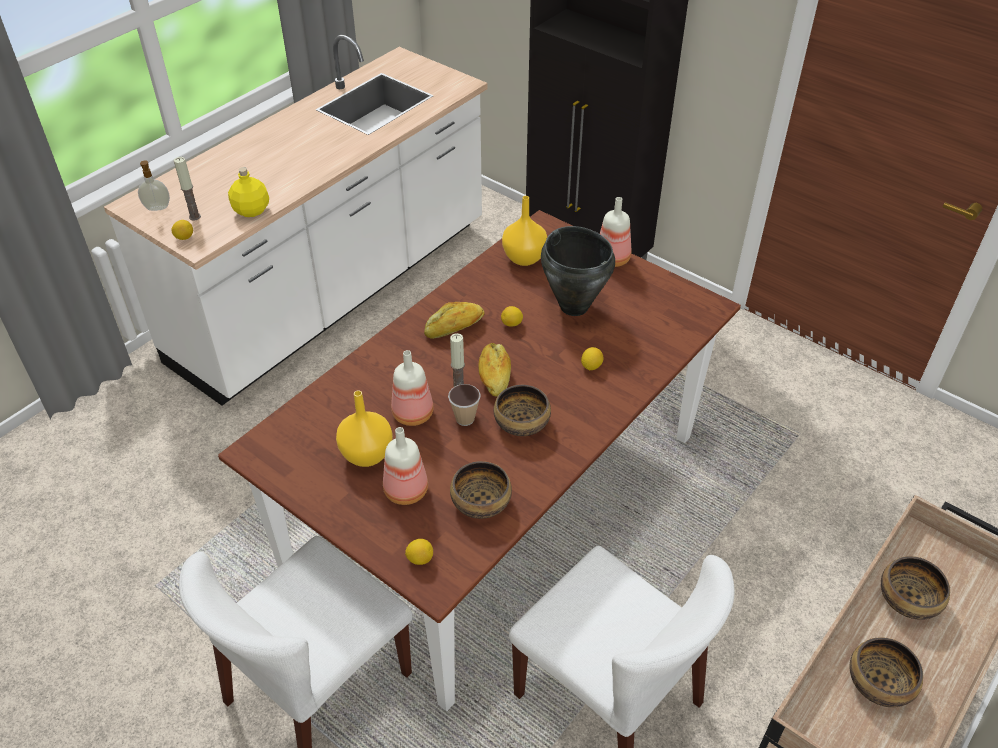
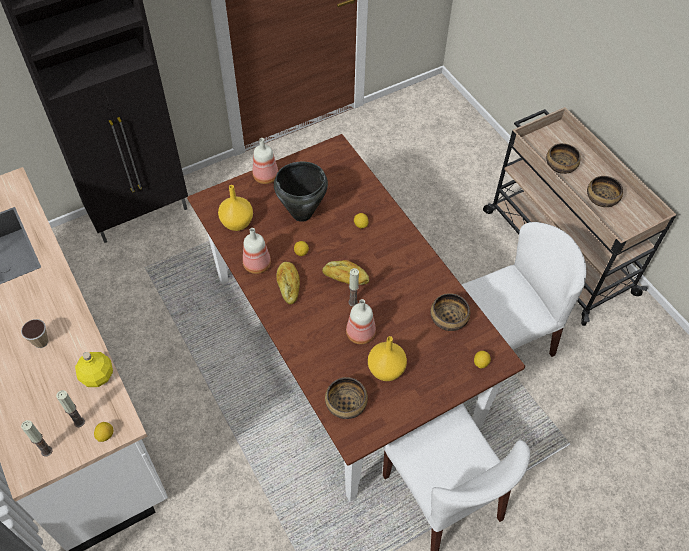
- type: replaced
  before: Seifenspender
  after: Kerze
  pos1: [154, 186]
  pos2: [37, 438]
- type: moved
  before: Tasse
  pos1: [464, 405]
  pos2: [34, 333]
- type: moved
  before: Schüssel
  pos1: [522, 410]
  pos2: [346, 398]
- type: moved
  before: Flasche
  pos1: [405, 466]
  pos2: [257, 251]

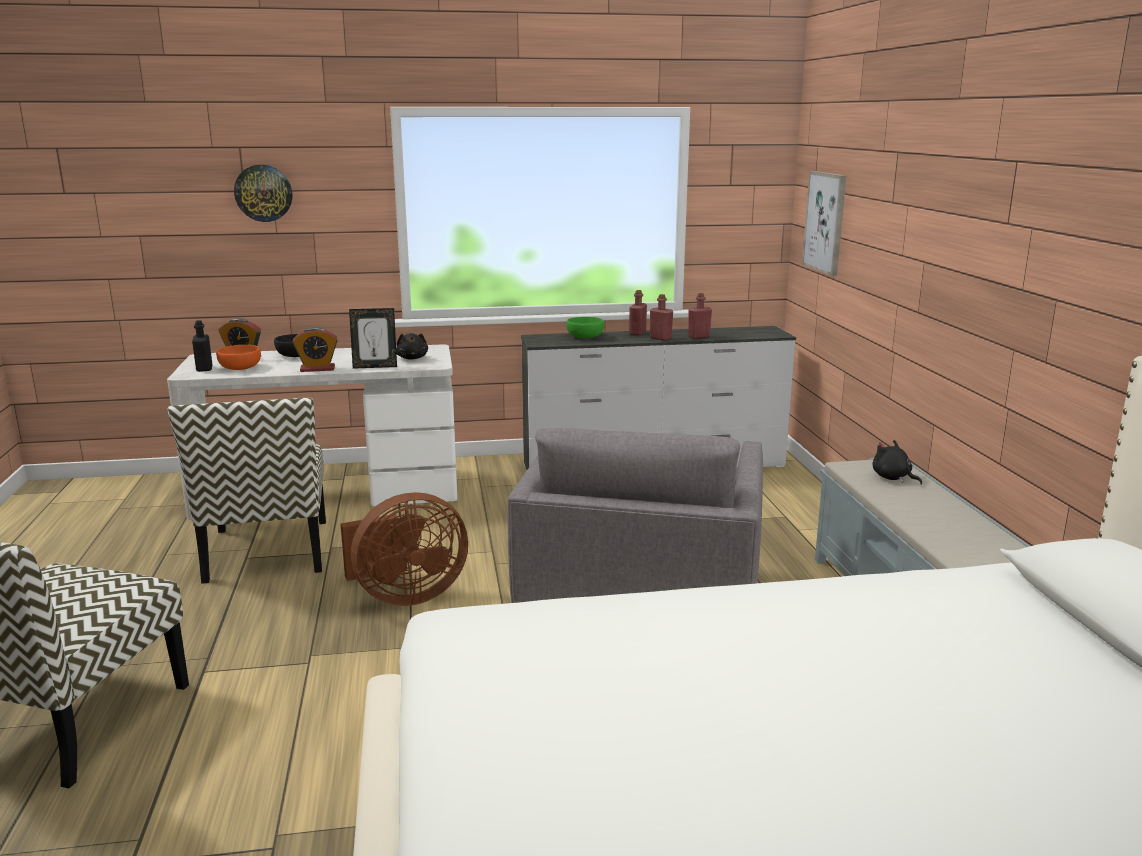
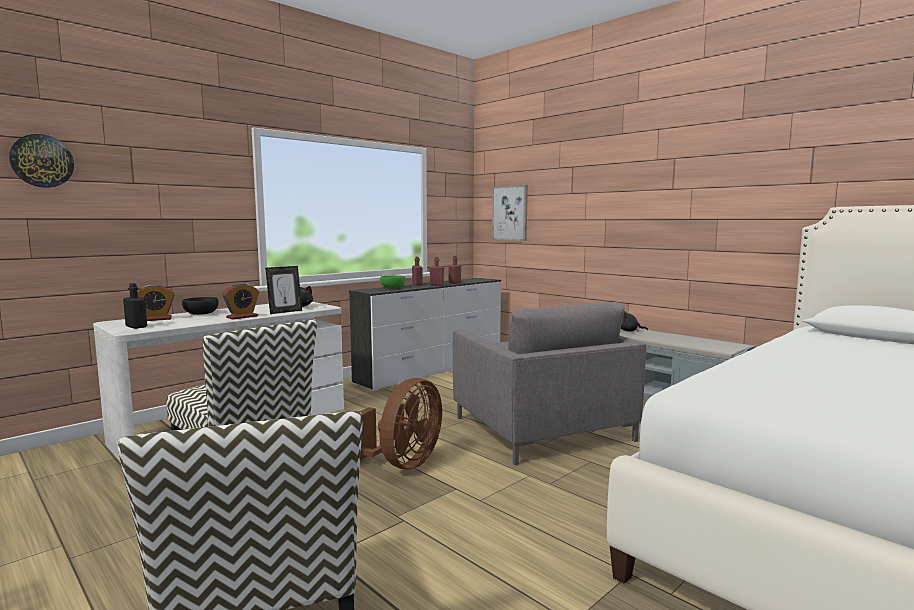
- type: moved
  before: Wanduhr
  pos1: [263, 193]
  pos2: [41, 161]
- type: removed
  before: Schüssel (orange)
  pos1: [238, 357]

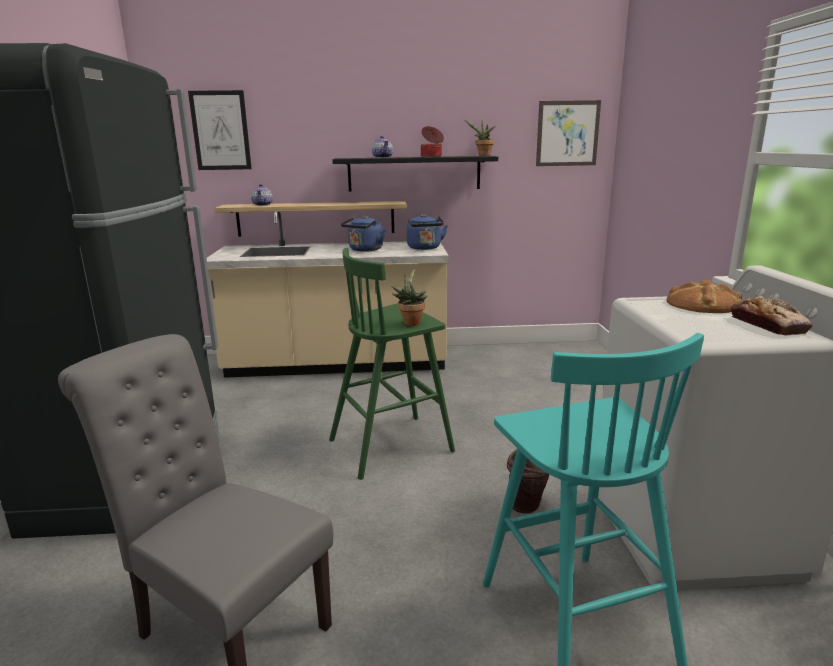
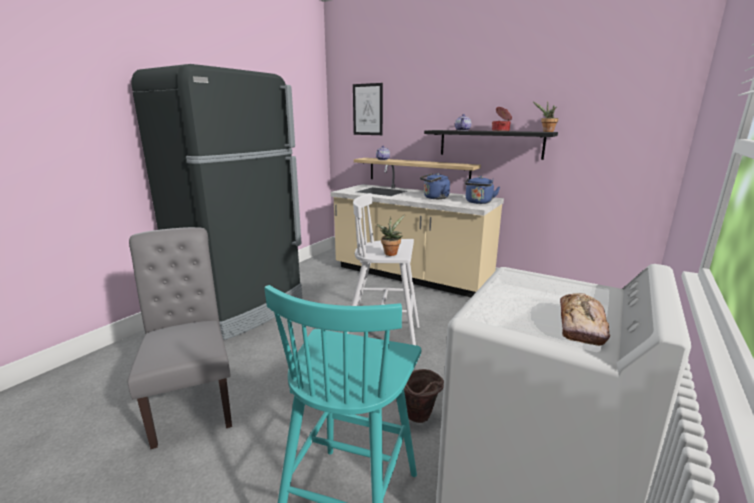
- type: removed
  before: Bild
  pos1: [568, 133]
- type: recoloured
  before: Hocker (grün)
  after: Hocker (weiß)
  pos1: [392, 364]
  pos2: [383, 269]
- type: removed
  before: Brot
  pos1: [704, 296]

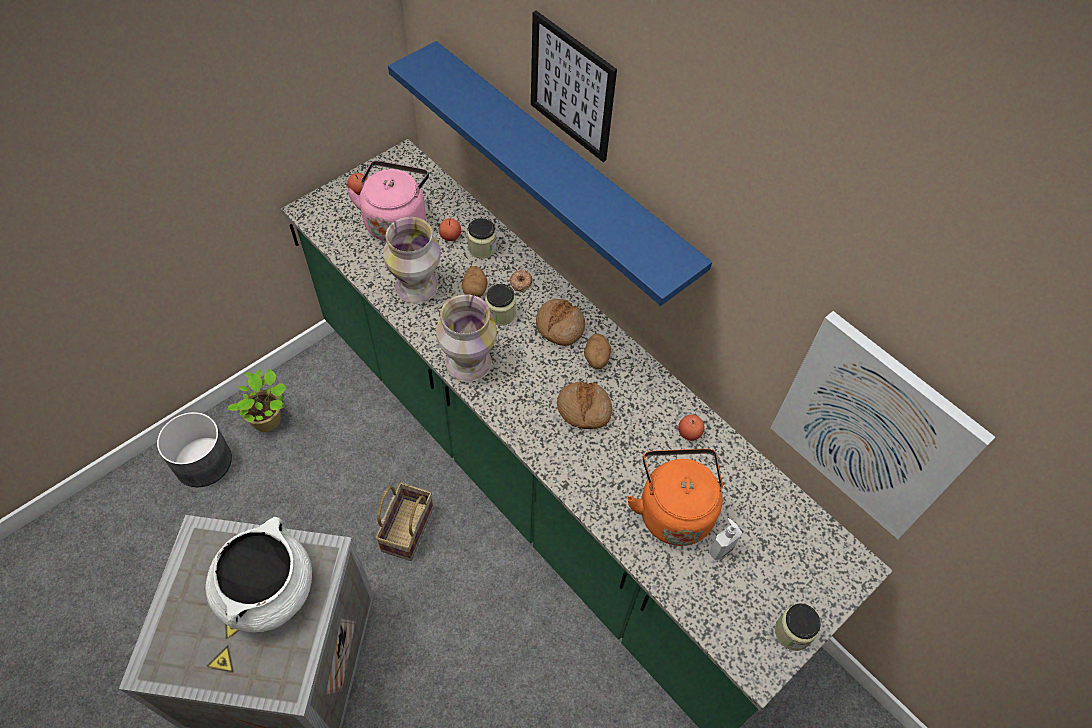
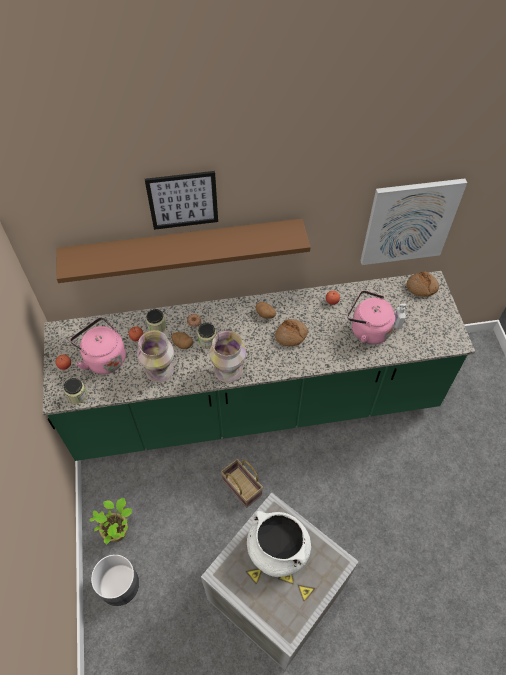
- type: recoloured
  before: Wandregal (blau)
  after: Wandregal (braun)
  pos1: [550, 173]
  pos2: [183, 251]
- type: moved
  before: Brot
  pos1: [560, 322]
  pos2: [422, 284]
- type: recoloured
  before: Wasserkessel (orange)
  after: Wasserkessel (rosa)
  pos1: [675, 497]
  pos2: [371, 317]
- type: moved
  before: Vorratsglas
  pos1: [798, 627]
  pos2: [75, 391]

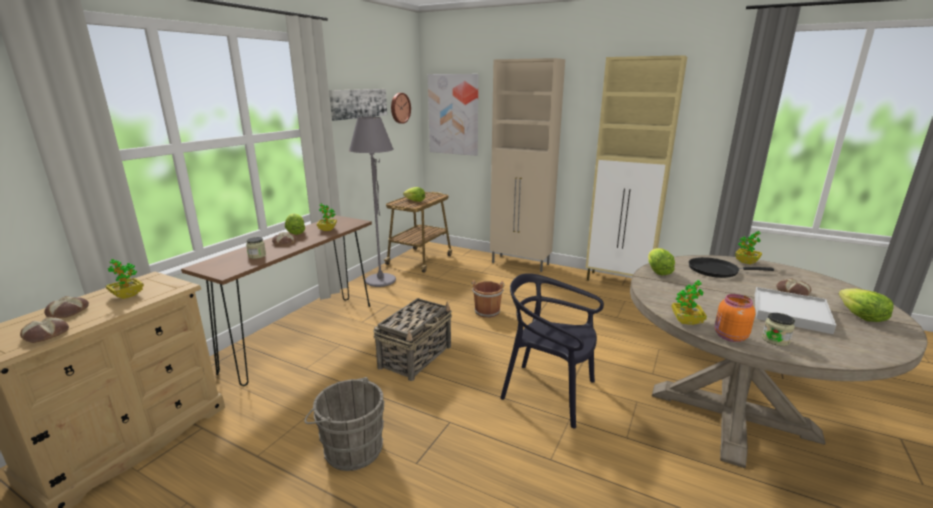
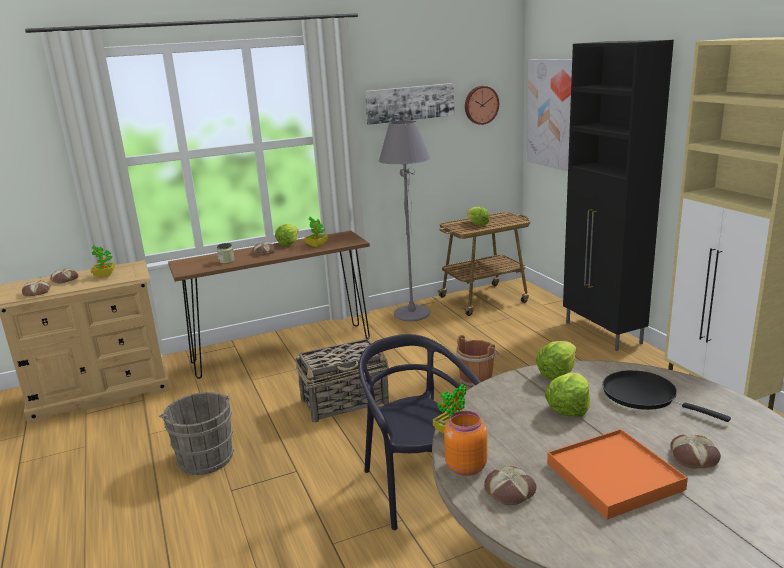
- type: recoloured
  before: Schrank (beige)
  after: Schrank (schwarz)
  pos1: [527, 165]
  pos2: [618, 195]
- type: removed
  before: Topfpflanze
  pos1: [748, 248]
- type: recoloured
  before: Tablett (weiß)
  after: Tablett (orange)
  pos1: [795, 310]
  pos2: [617, 474]
- type: moved
  before: Salatkopf
  pos1: [866, 305]
  pos2: [567, 395]
- type: replaced
  before: Vorratsglas
  after: Brot
  pos1: [778, 329]
  pos2: [510, 485]

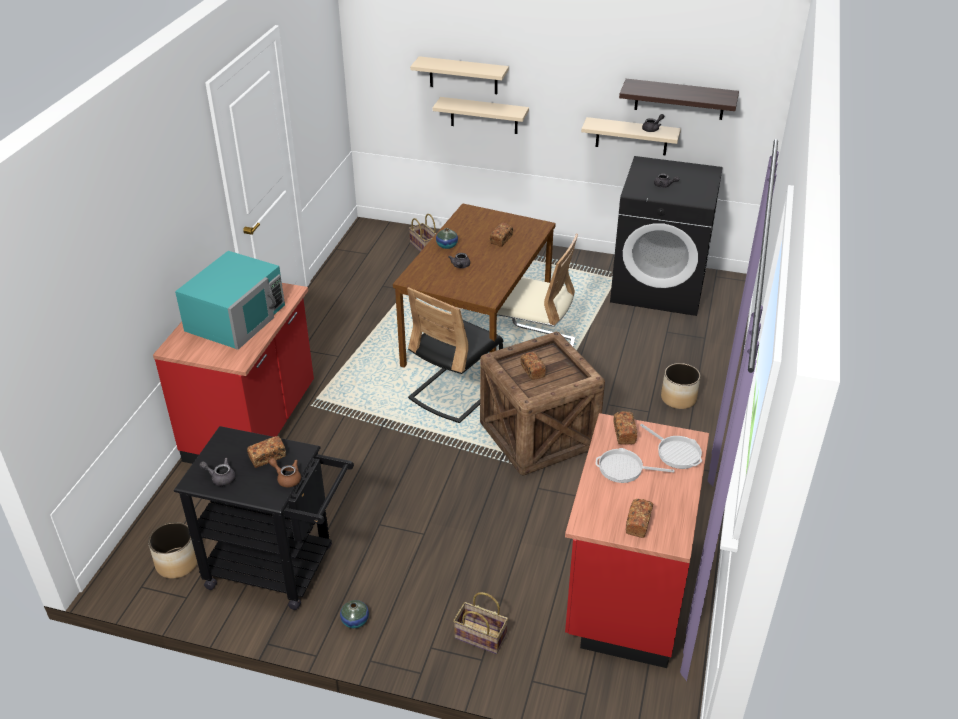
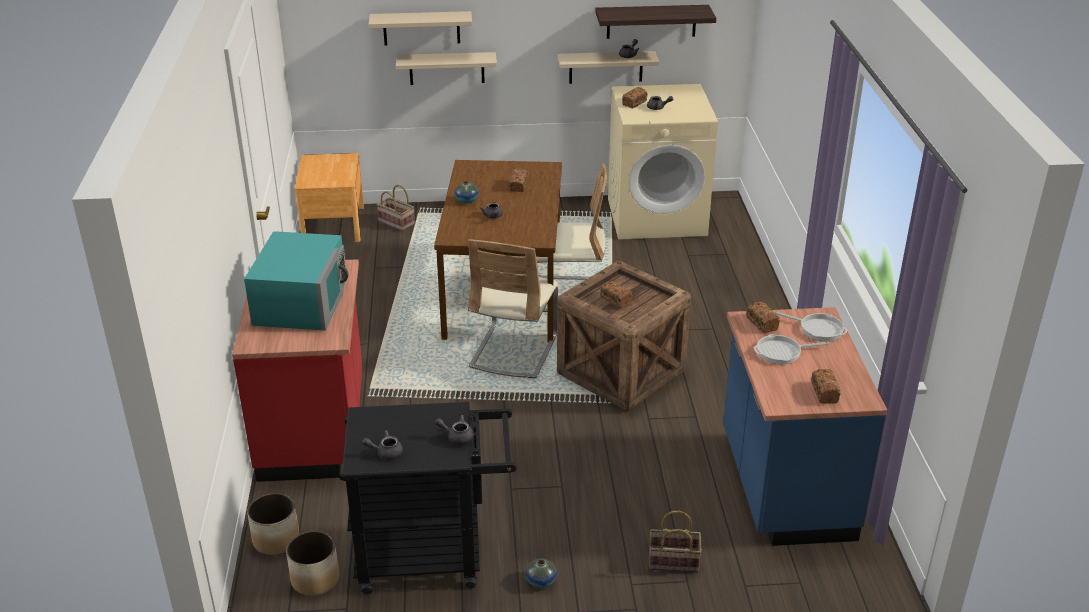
- type: recoloured
  before: Waschmaschine (schwarz)
  after: Waschmaschine (beige)
  pos1: [666, 236]
  pos2: [663, 162]
- type: recoloured
  before: Stuhl (schwarz)
  after: Stuhl (beige)
  pos1: [455, 355]
  pos2: [513, 308]
- type: moved
  before: Pflanzkübel
  pos1: [680, 386]
  pos2: [273, 524]
- type: recoloured
  before: Küchenzeile (rot)
  after: Küchenzeile (blau)
  pos1: [637, 540]
  pos2: [805, 426]
- type: moved
  before: Brot
  pos1: [266, 452]
  pos2: [635, 97]
- type: recoloured
  before: Teekanne (braun)
  after: Teekanne (grau)
  pos1: [285, 472]
  pos2: [454, 430]
- type: added
  after: Nachttisch (braun)
  pos2: [329, 197]

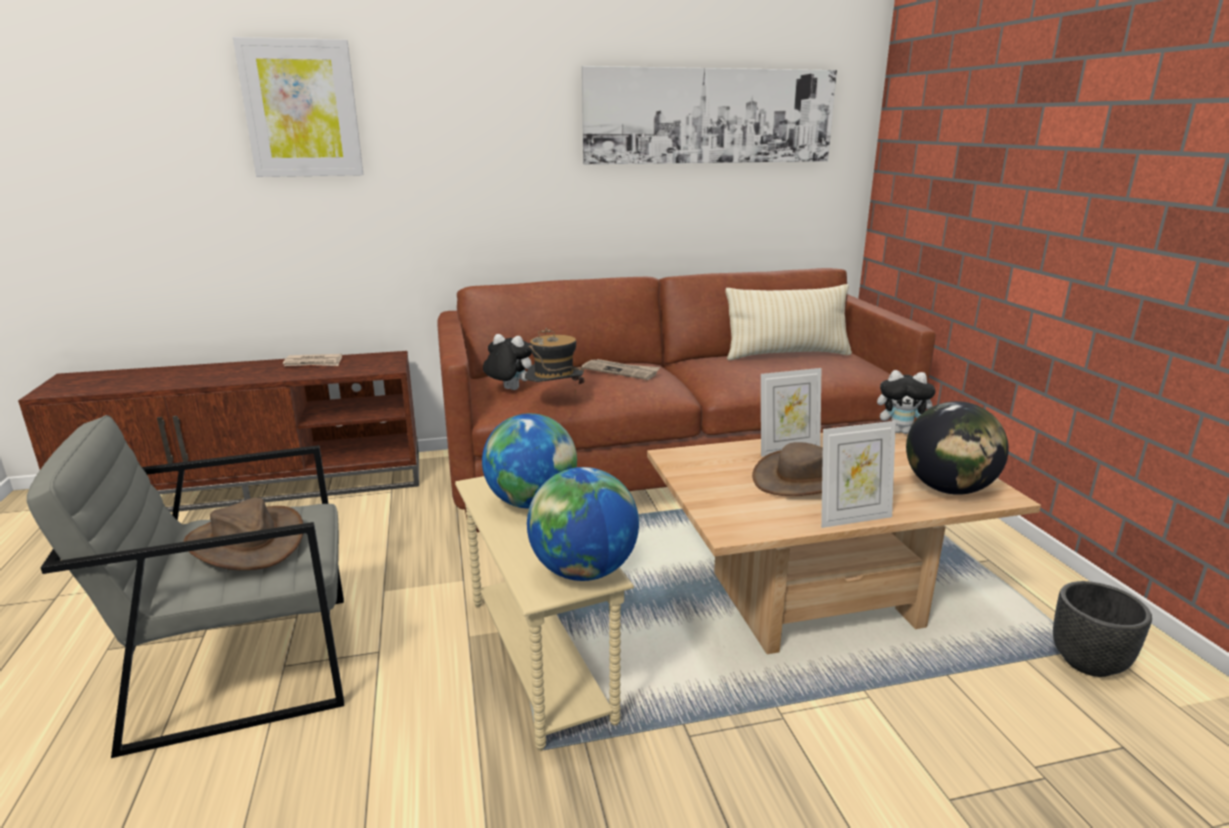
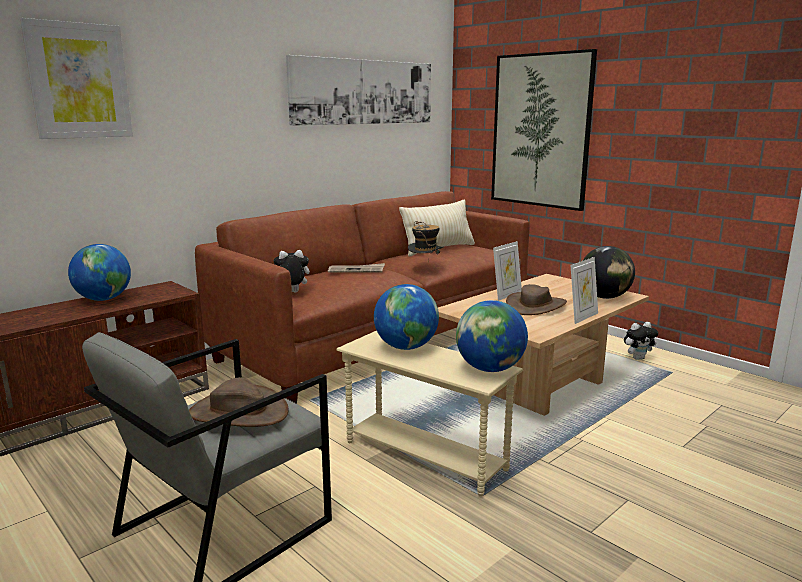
- type: moved
  before: Hut
  pos1: [554, 361]
  pos2: [426, 242]
- type: replaced
  before: Zeitung
  after: Globus
  pos1: [312, 360]
  pos2: [99, 272]
- type: moved
  before: Plüschtier
  pos1: [906, 402]
  pos2: [641, 341]
- type: removed
  before: Pflanzkübel (schwarz)
  pos1: [1102, 629]
- type: added
  after: Bild
  pos2: [544, 130]

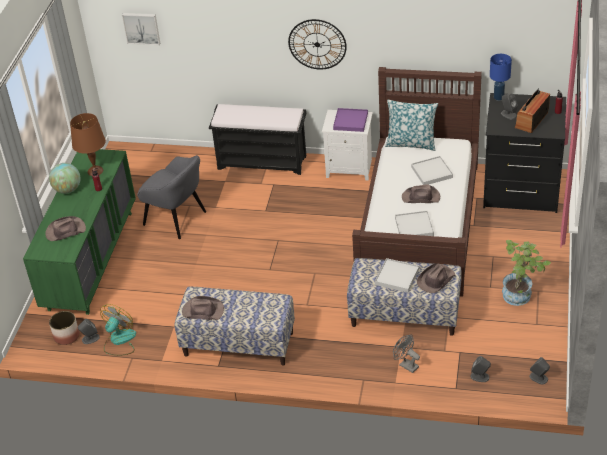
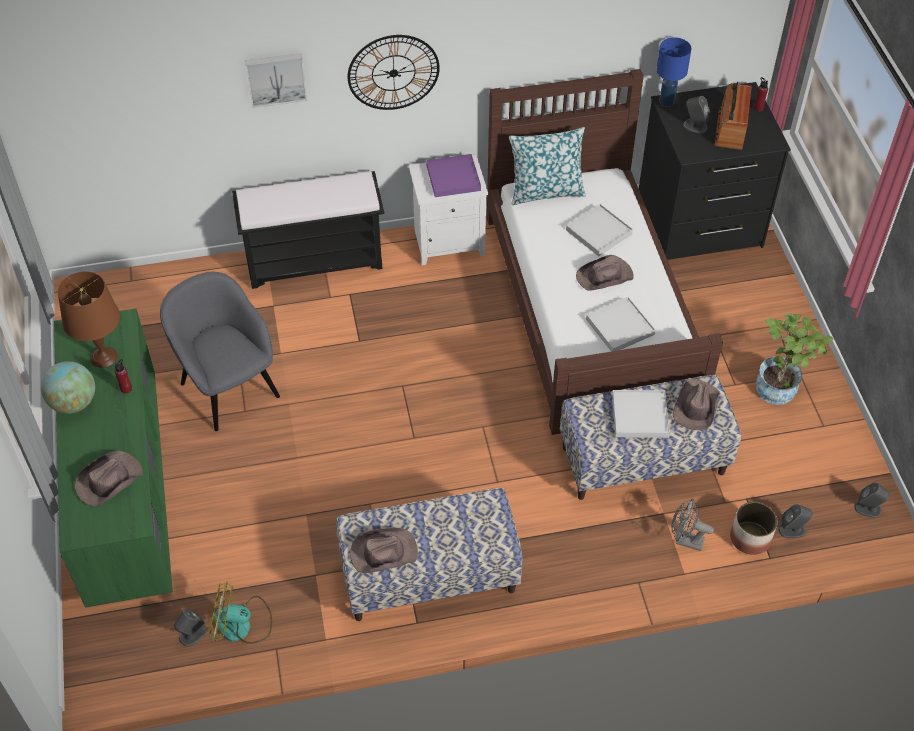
- type: moved
  before: Bild
  pos1: [141, 29]
  pos2: [276, 80]
- type: turned
  before: Sessel (grau)
  pos1: [171, 197]
  pos2: [220, 351]
  turn: -135
- type: turned
  before: Ventilator
  pos1: [118, 330]
  pos2: [240, 612]
  turn: -90
- type: moved
  before: Pflanzkübel
  pos1: [64, 328]
  pos2: [754, 528]

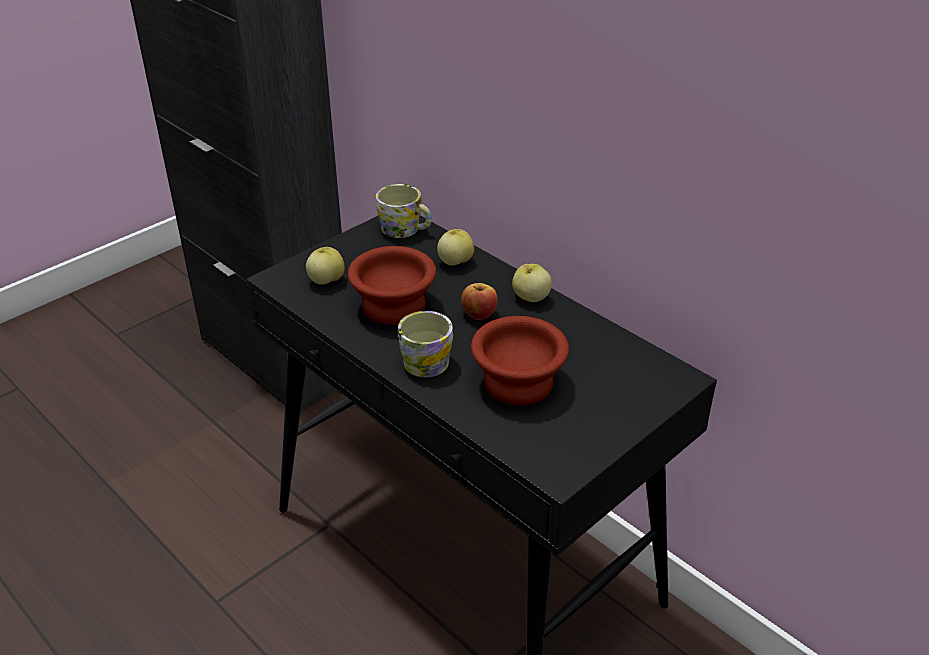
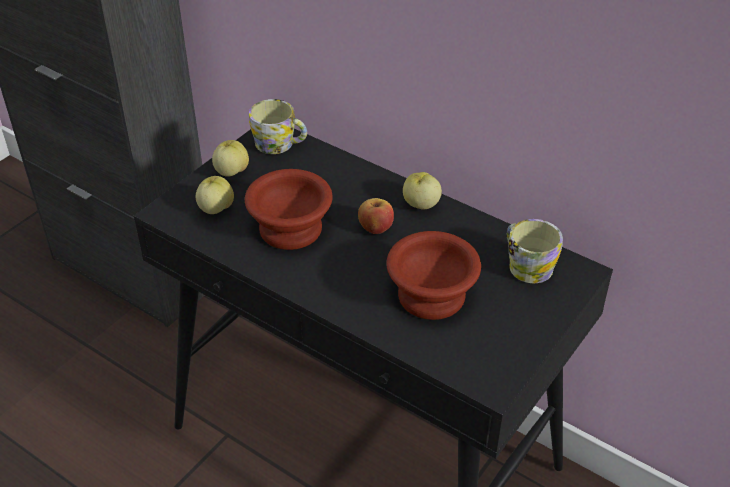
- type: moved
  before: Apfel
  pos1: [455, 247]
  pos2: [230, 158]
- type: moved
  before: Henkelbecher
  pos1: [425, 344]
  pos2: [535, 251]

